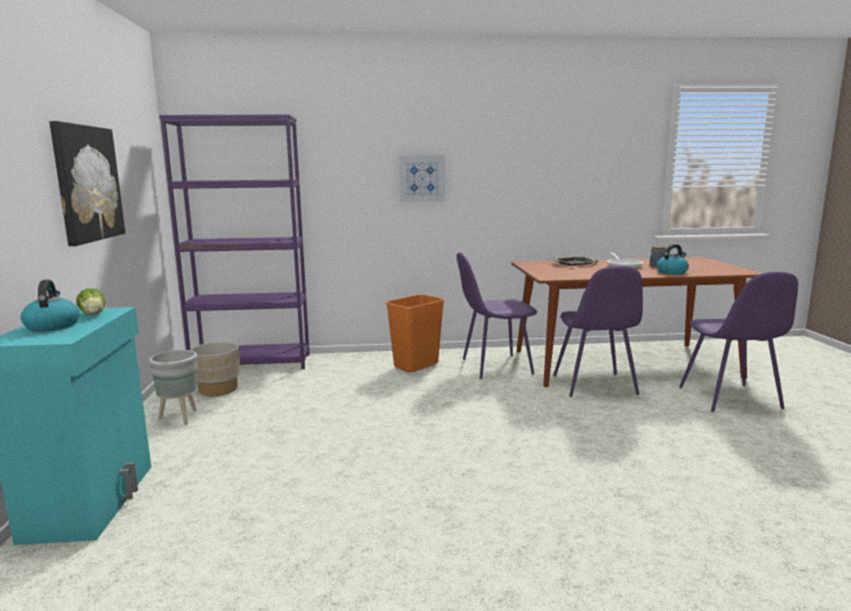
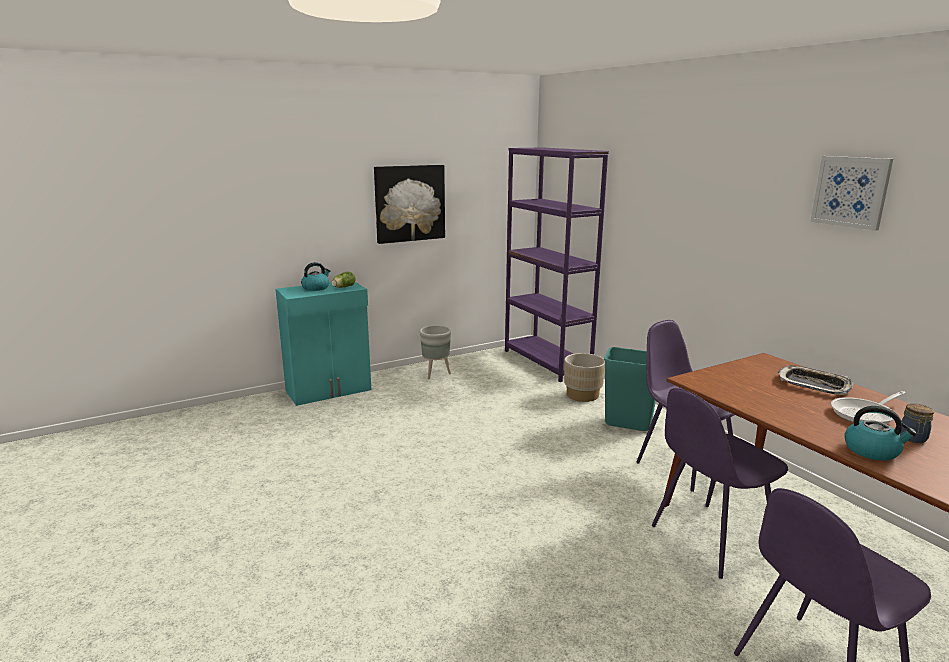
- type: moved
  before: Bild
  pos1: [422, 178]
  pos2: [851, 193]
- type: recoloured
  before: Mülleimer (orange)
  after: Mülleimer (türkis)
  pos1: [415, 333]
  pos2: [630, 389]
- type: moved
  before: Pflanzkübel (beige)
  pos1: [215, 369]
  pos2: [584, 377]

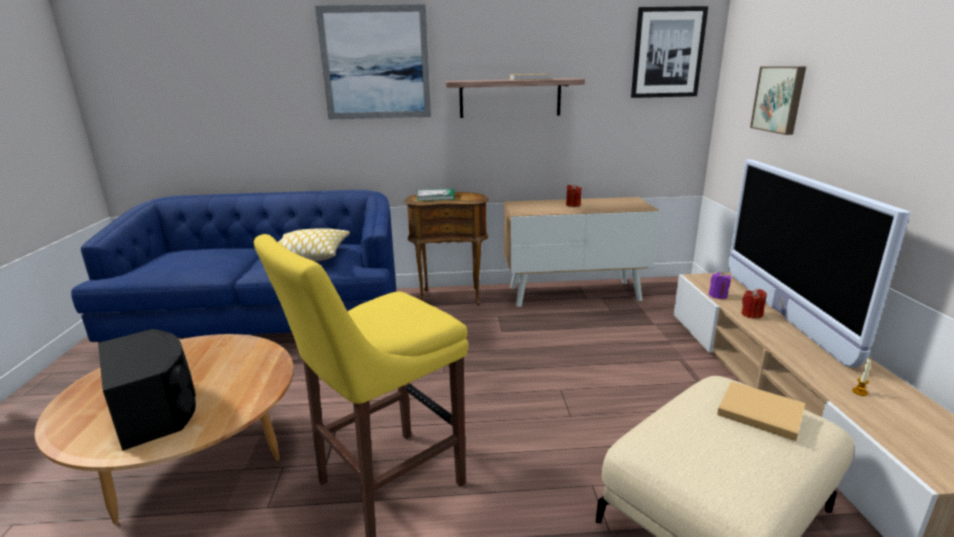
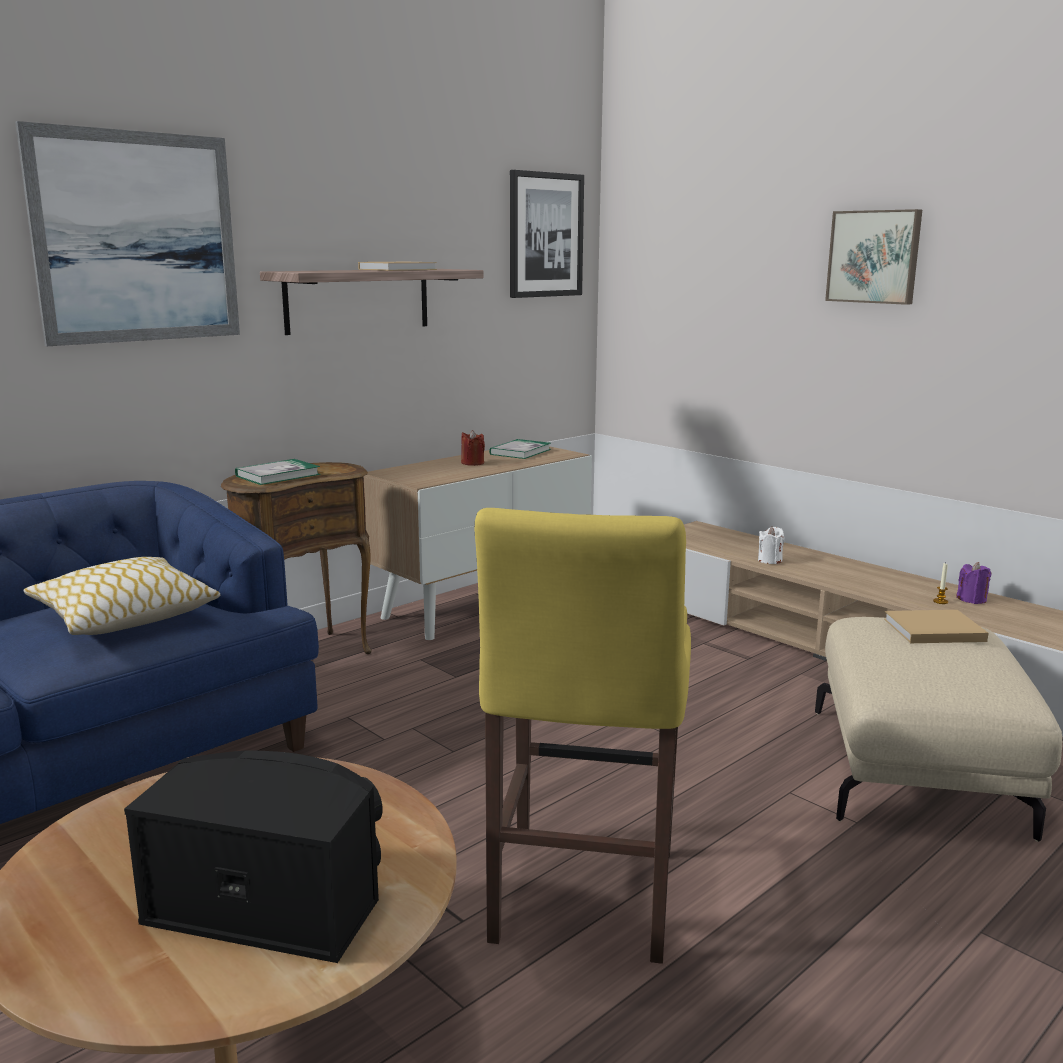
- type: moved
  before: Bild
  pos1: [778, 100]
  pos2: [873, 257]
- type: removed
  before: Fernseher
  pos1: [819, 264]
- type: moved
  before: Kerze (lila)
  pos1: [720, 285]
  pos2: [973, 583]
- type: recoloured
  before: Kerze (rot)
  after: Kerze (weiß)
  pos1: [753, 304]
  pos2: [771, 545]
- type: added
  after: Buch
  pos2: [520, 449]

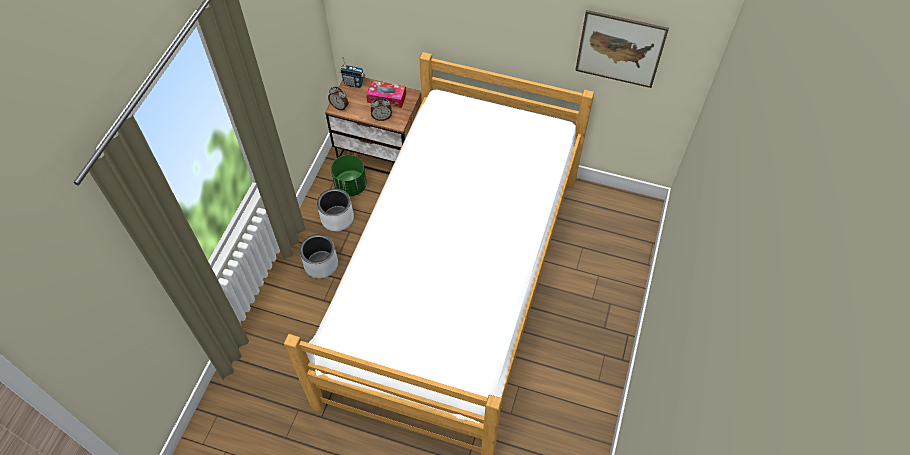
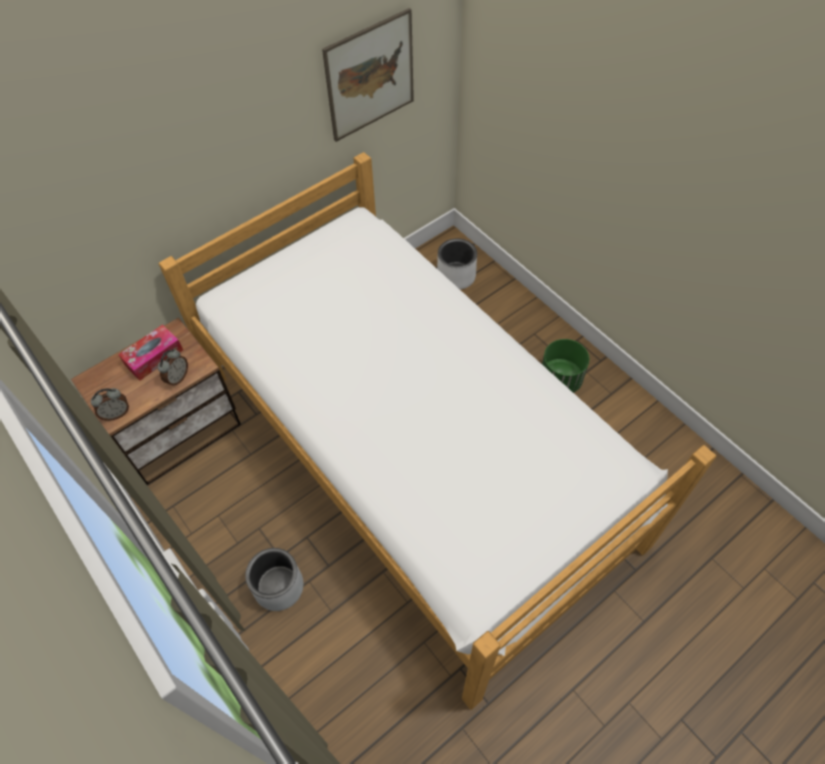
- type: removed
  before: Radio
  pos1: [352, 72]
- type: moved
  before: Pflanzkübel (grün)
  pos1: [349, 175]
  pos2: [565, 366]
- type: moved
  before: Pflanzkübel (weiß)
  pos1: [335, 210]
  pos2: [457, 264]

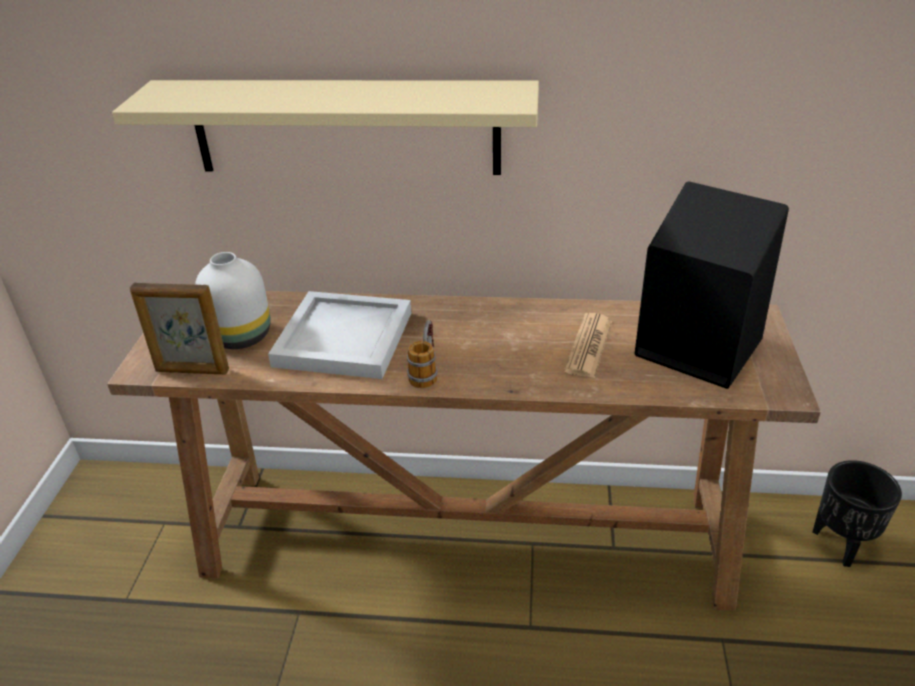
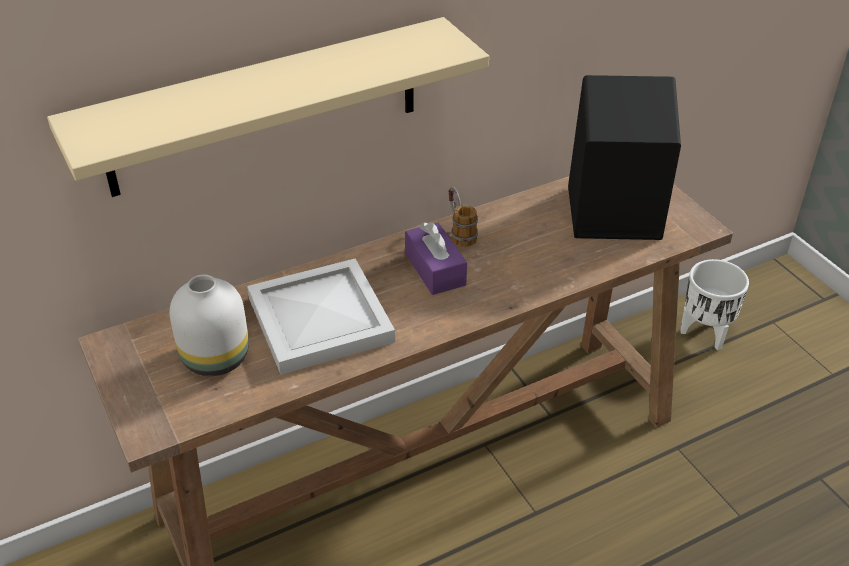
- type: removed
  before: Bilderrahmen
  pos1: [179, 328]
- type: removed
  before: Zeitung
  pos1: [588, 345]
- type: moved
  before: Henkelbecher
  pos1: [422, 354]
  pos2: [463, 217]
- type: recoloured
  before: Pflanzkübel (schwarz)
  after: Pflanzkübel (weiß)
  pos1: [857, 513]
  pos2: [714, 304]
- type: added
  after: Taschentuchbox (lila)
  pos2: [436, 258]

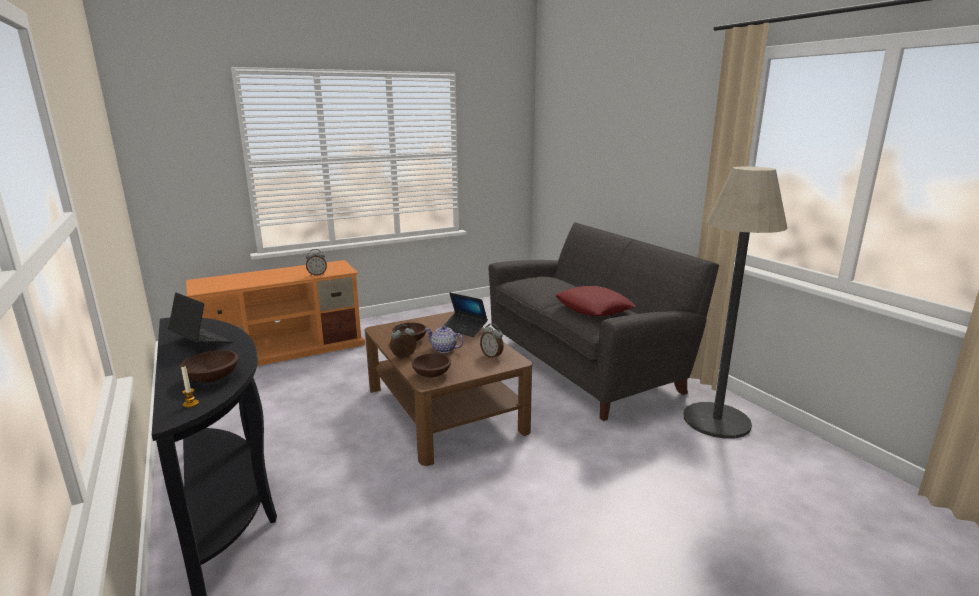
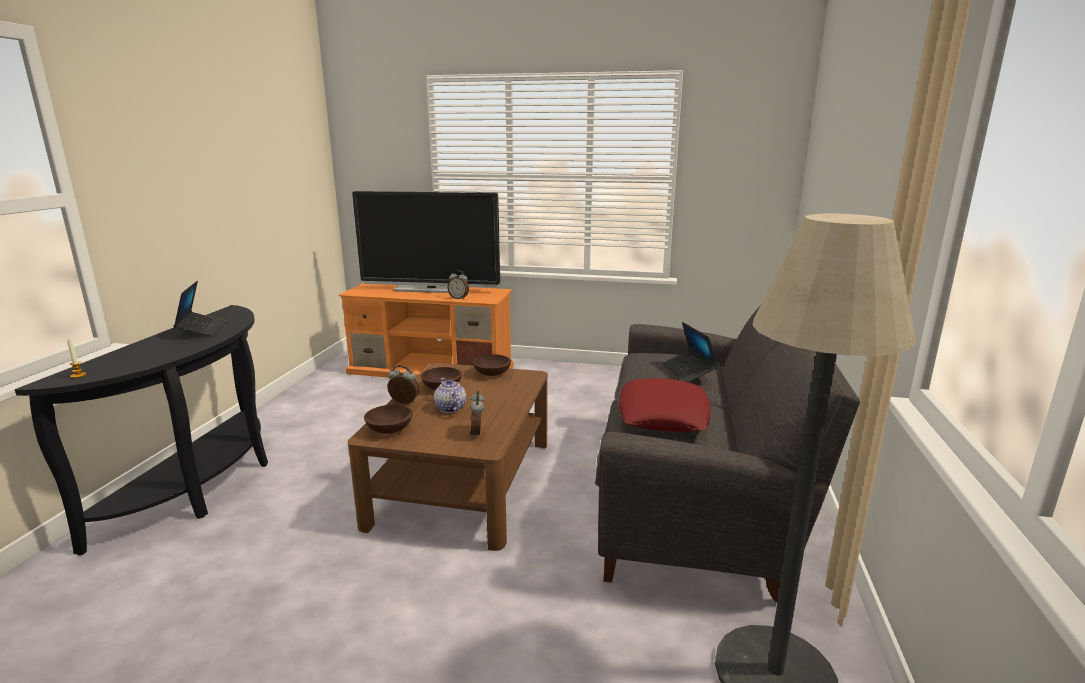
- type: moved
  before: Laptop
  pos1: [465, 315]
  pos2: [690, 352]
- type: moved
  before: Schüssel (braun)
  pos1: [209, 366]
  pos2: [492, 365]
- type: added
  after: Fernseher
  pos2: [426, 242]

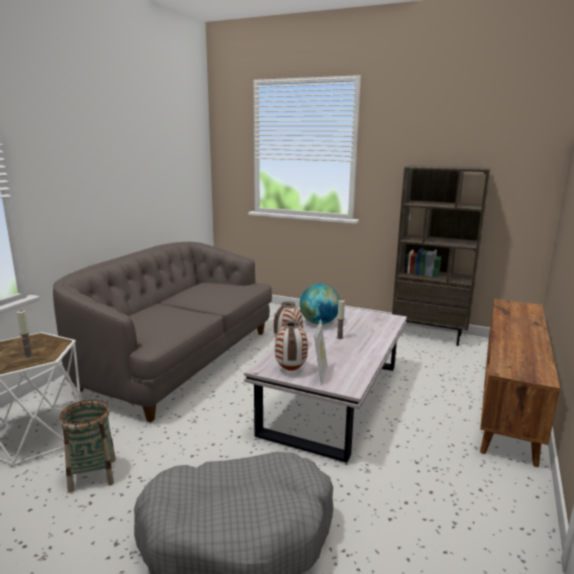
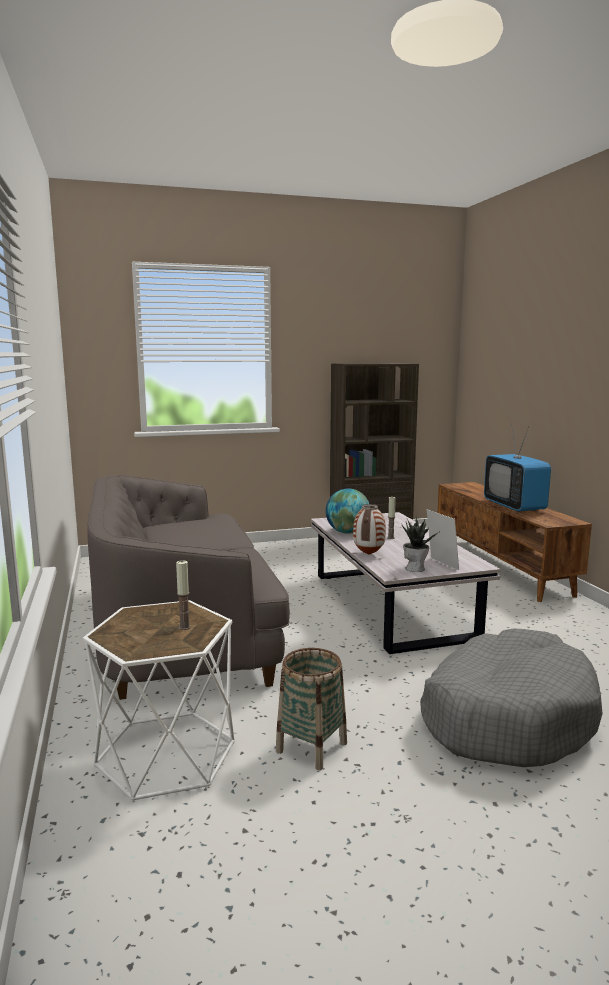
- type: replaced
  before: Vase
  after: Topfpflanze
  pos1: [291, 346]
  pos2: [420, 544]
- type: added
  after: Fernseher
  pos2: [517, 468]

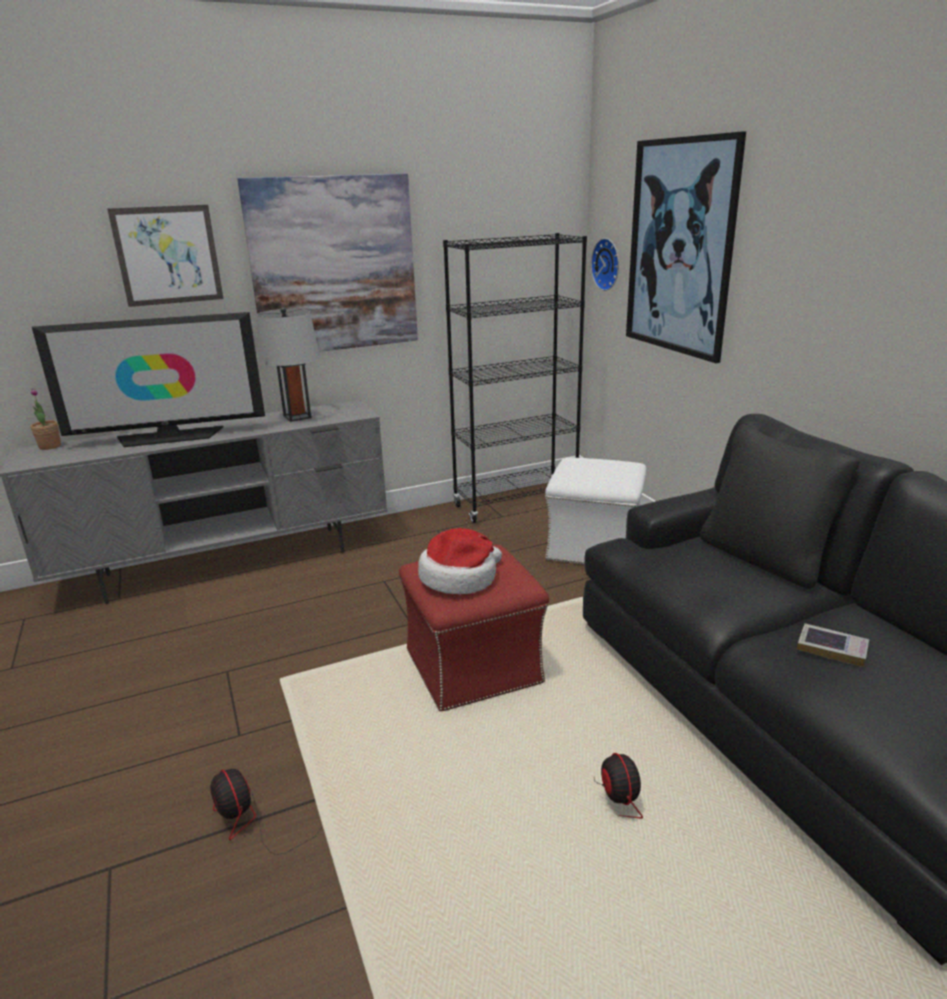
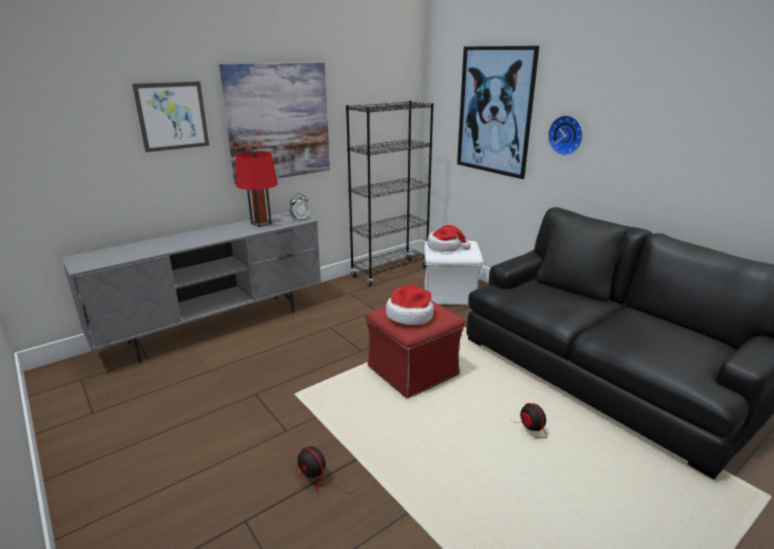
- type: moved
  before: Wanduhr
  pos1: [605, 264]
  pos2: [565, 135]
- type: recoloured
  before: Tischlampe (grau)
  after: Tischlampe (rot)
  pos1: [288, 364]
  pos2: [257, 188]
- type: removed
  before: Fernseher
  pos1: [148, 379]
- type: removed
  before: Topfpflanze
  pos1: [45, 419]
- type: removed
  before: Buch
  pos1: [833, 645]
- type: added
  after: Wecker
  pos2: [299, 207]
- type: added
  after: Hut
  pos2: [449, 238]

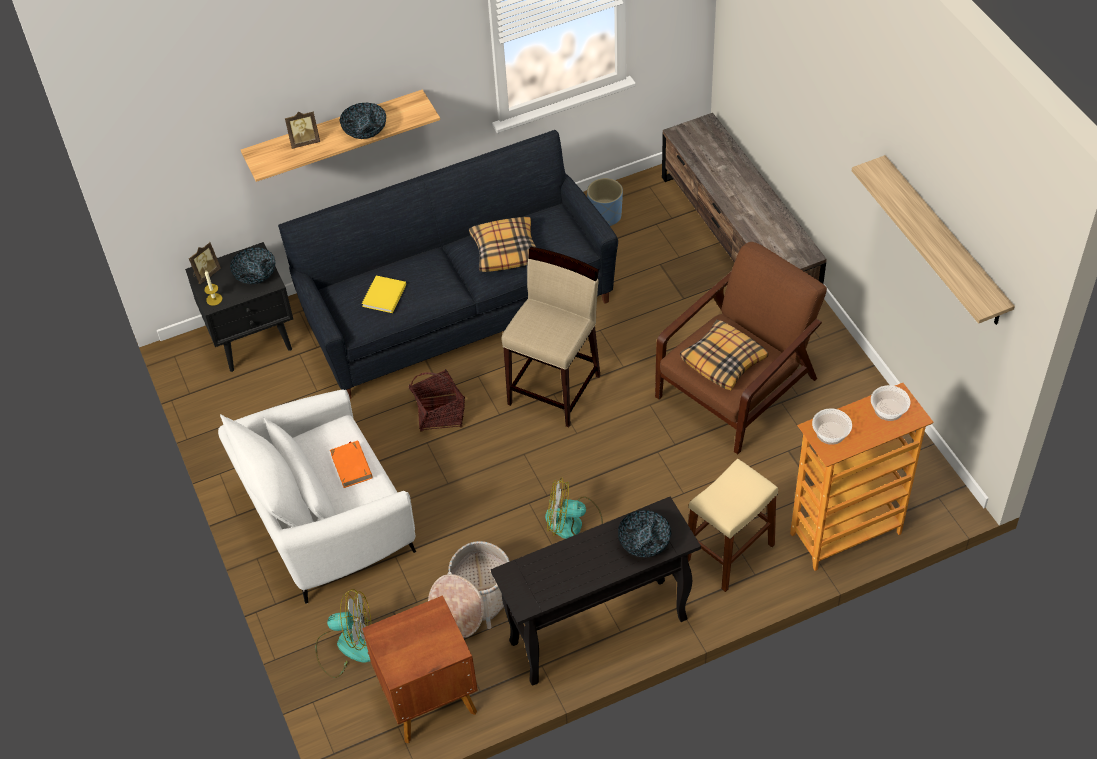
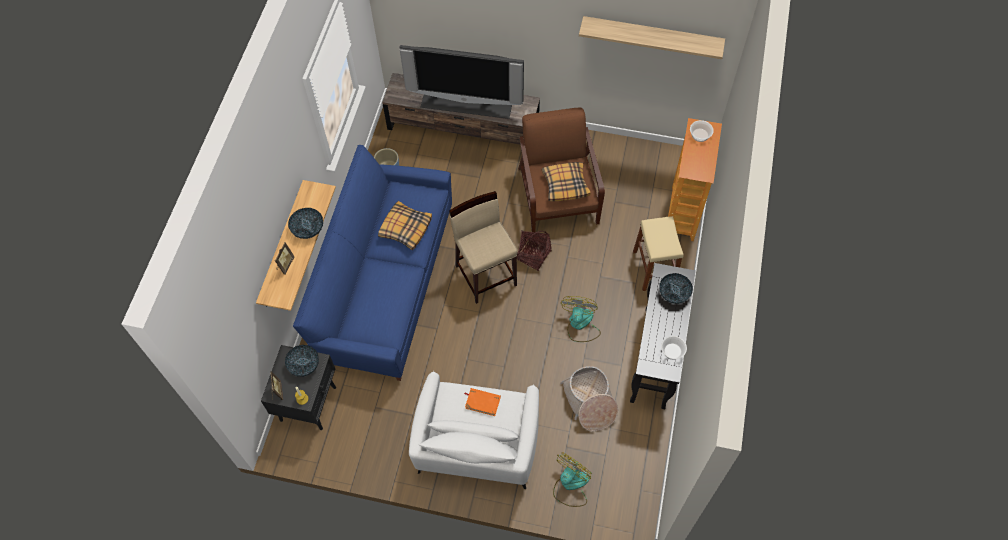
- type: recoloured
  before: Sofa (schwarz)
  after: Sofa (blau)
  pos1: [448, 264]
  pos2: [372, 263]
- type: removed
  before: Buch (gelb)
  pos1: [384, 294]
- type: moved
  before: Korb
  pos1: [436, 400]
  pos2: [534, 250]
- type: moved
  before: Schüssel
  pos1: [832, 426]
  pos2: [674, 348]
- type: turned
  before: Ventilator
  pos1: [574, 508]
  pos2: [581, 319]
  turn: 150
- type: removed
  before: Nachttisch (braun)
  pos1: [420, 669]
- type: added
  after: Fernseher
  pos2: [461, 82]

